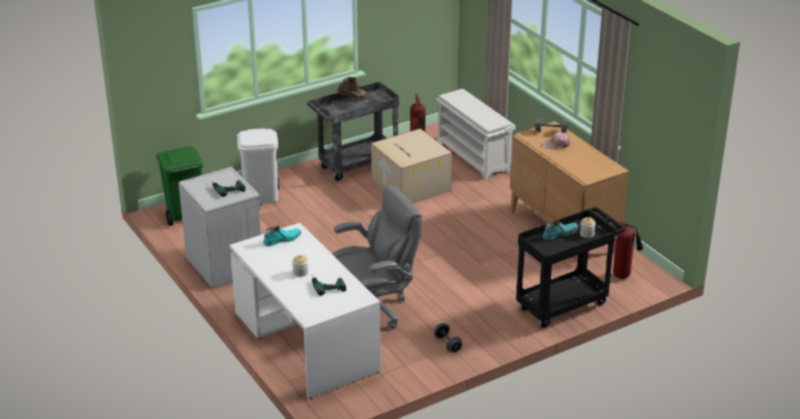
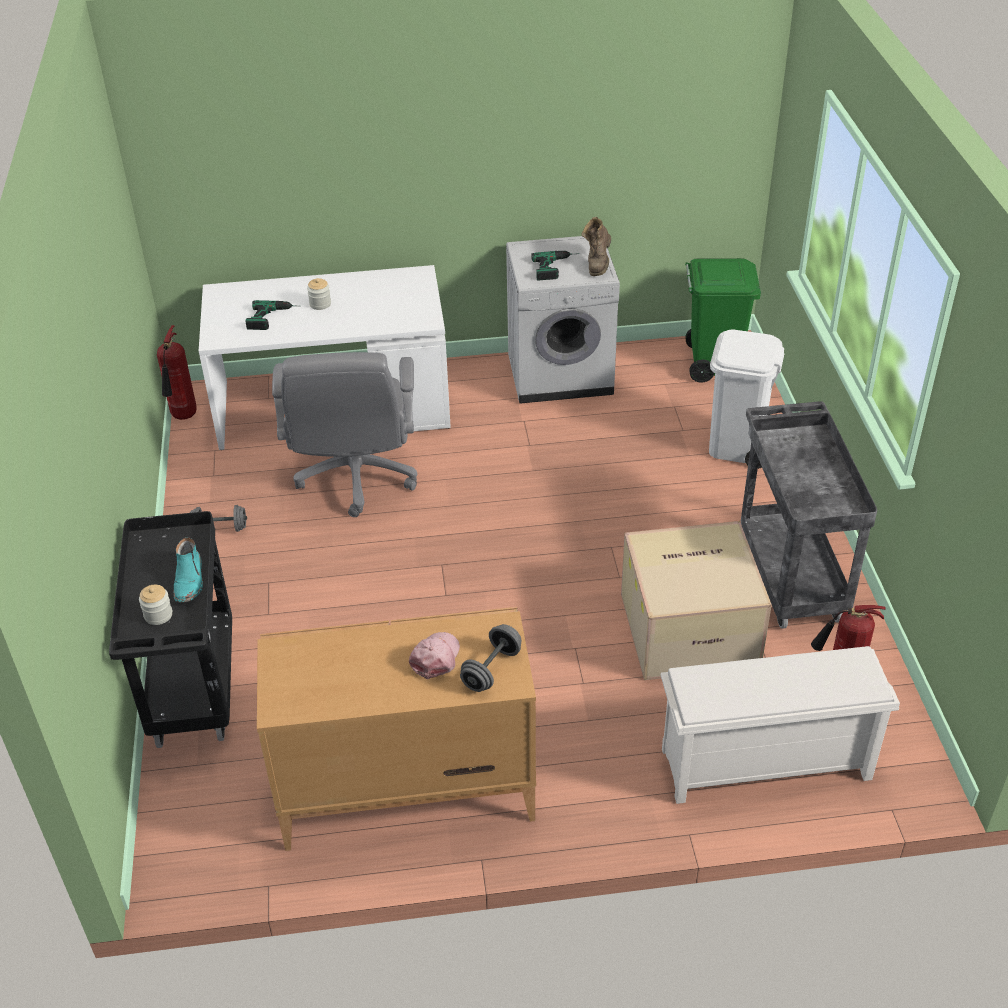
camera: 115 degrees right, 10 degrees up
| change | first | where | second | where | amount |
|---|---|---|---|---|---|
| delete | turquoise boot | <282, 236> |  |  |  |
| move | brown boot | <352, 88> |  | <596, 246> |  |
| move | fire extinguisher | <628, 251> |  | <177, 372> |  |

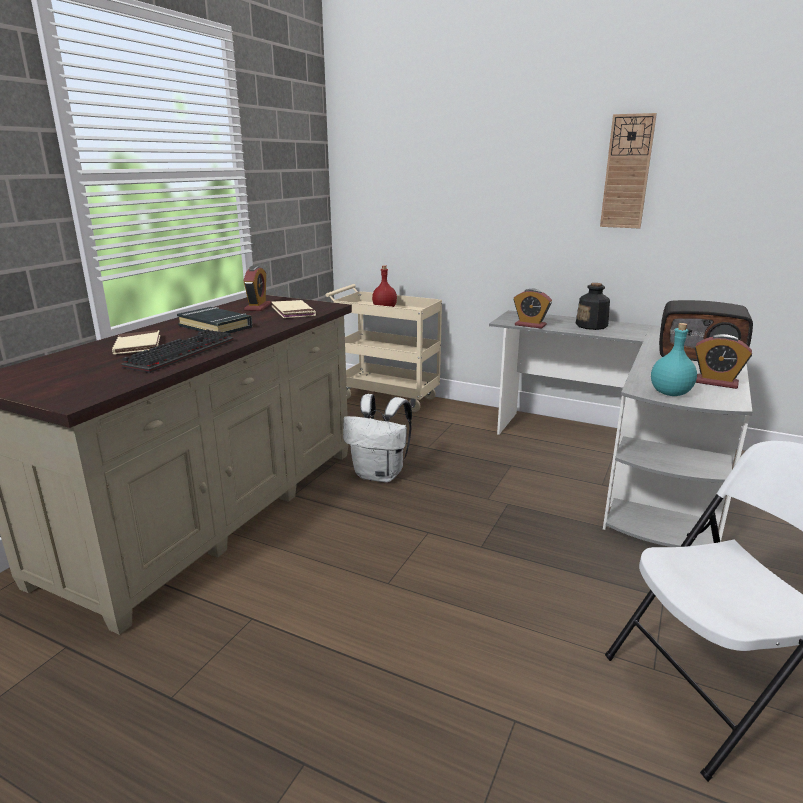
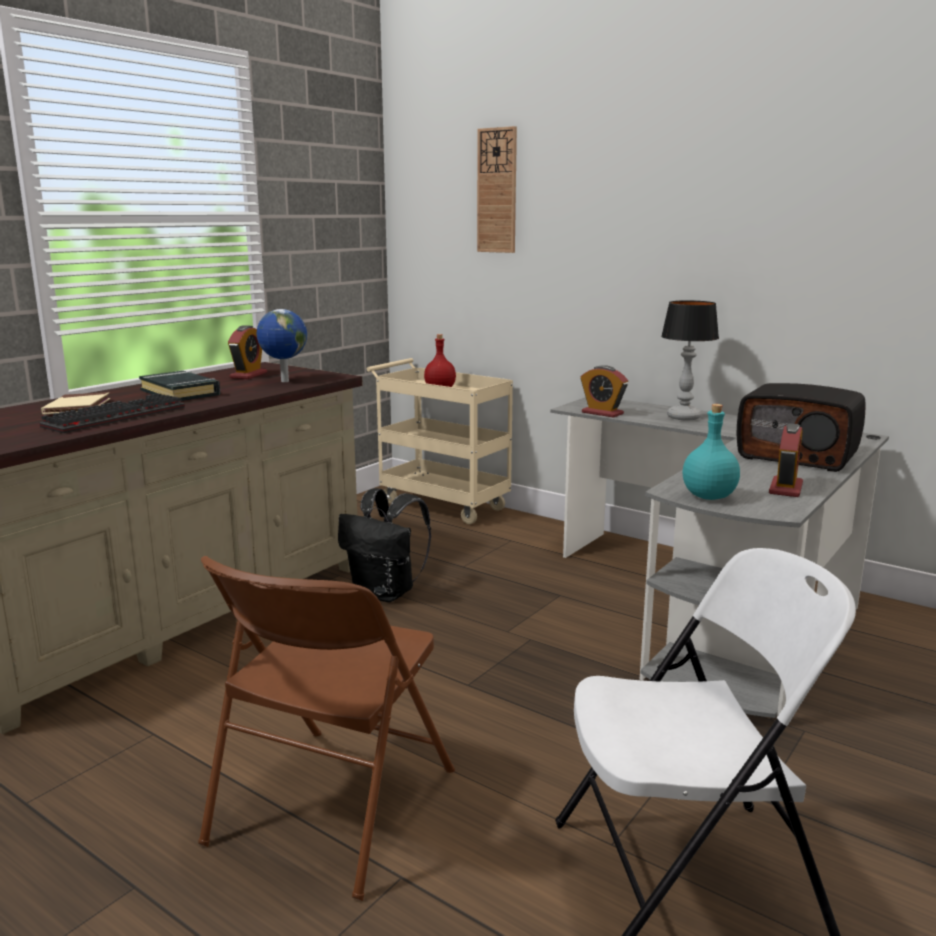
camera: 10 degrees right, 5 degrees down
| change | first | where | second | where | amount |
|---|---|---|---|---|---|
| replace | beige book | <294, 309> | globe | <282, 345> |  |
| recolor | white backpack | <377, 438> | black backpack | <384, 545> |  |
| replace | bottle | <592, 306> | table lamp | <690, 360> |  |
| move | wall clock | <628, 170> |  | <497, 189> |  |
| rotate | alarm clock | <723, 361> |  | <786, 460> | 105 degrees counterclockwise |
| insert |  |  | brown chair | <326, 728> |  |

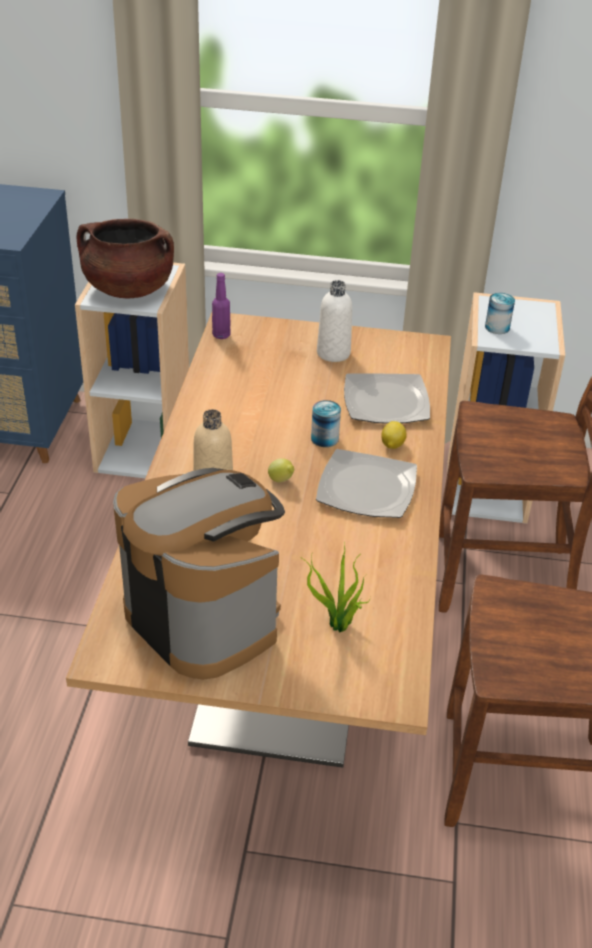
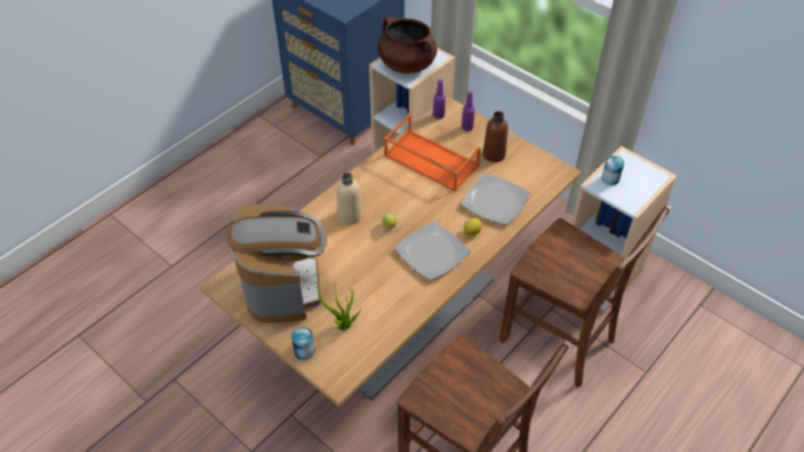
camera: 35 degrees right, 10 degrees up
| change | first | where | second | where | amount |
|---|---|---|---|---|---|
| move | can | <326, 423> |  | <303, 343> |  |
| recolor | white bottle | <334, 321> | brown bottle | <495, 136> |  |
| insert |  |  | orange tray | <432, 152> |  |
| insert |  |  | purple bottle | <468, 111> |  |

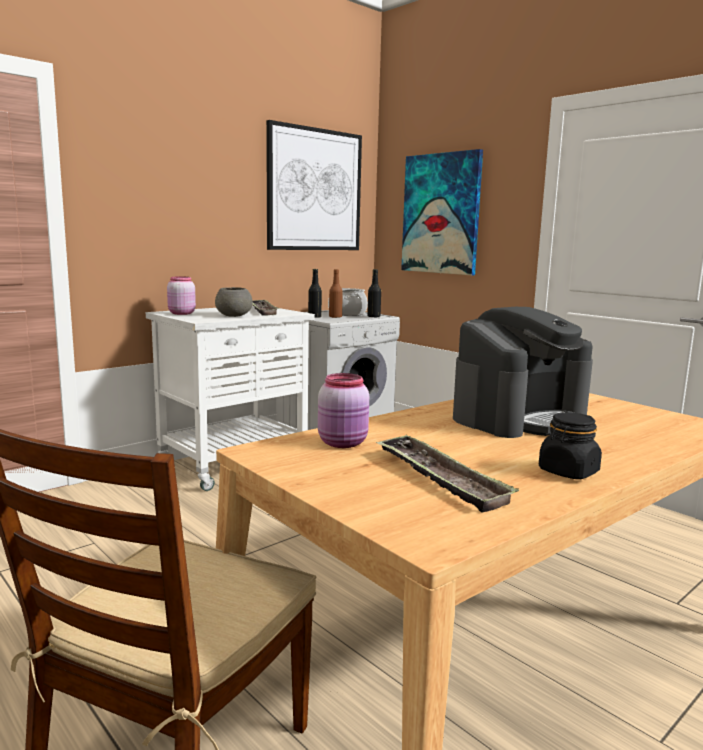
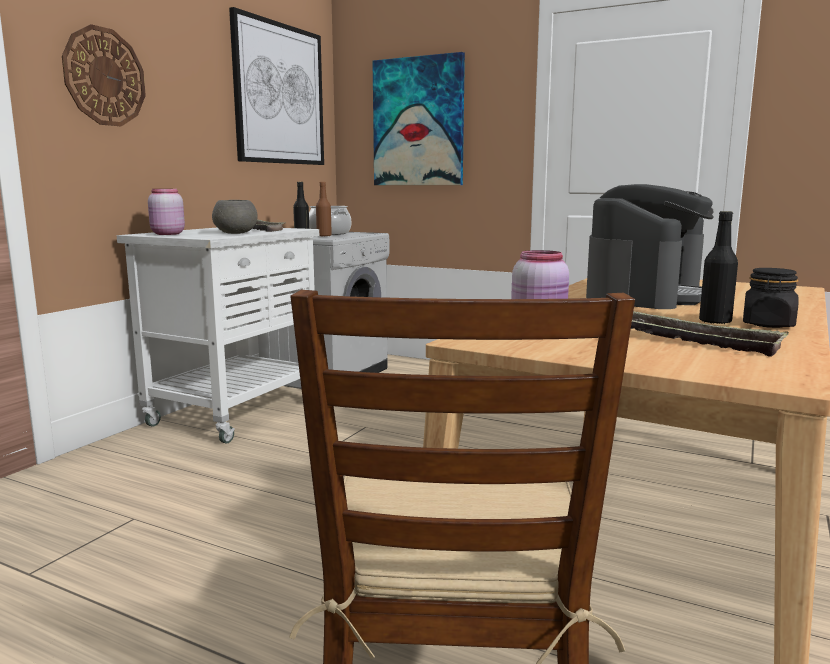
camera: 20 degrees left, 0 degrees up
| change | first | where | second | where | amount |
|---|---|---|---|---|---|
| move | black bottle | <374, 293> |  | <718, 267> |  |
| insert |  |  | wall clock | <104, 75> |  |

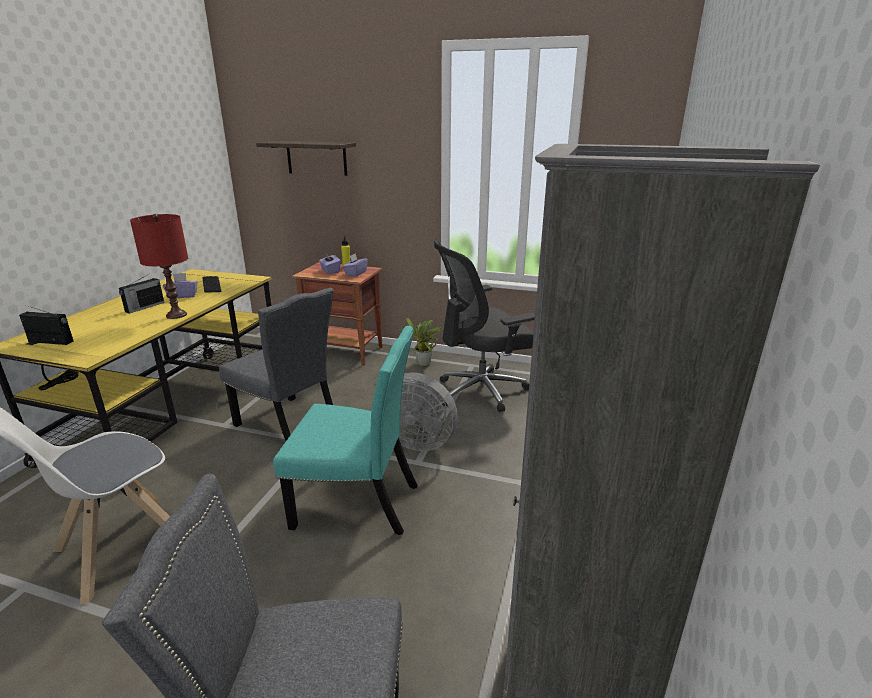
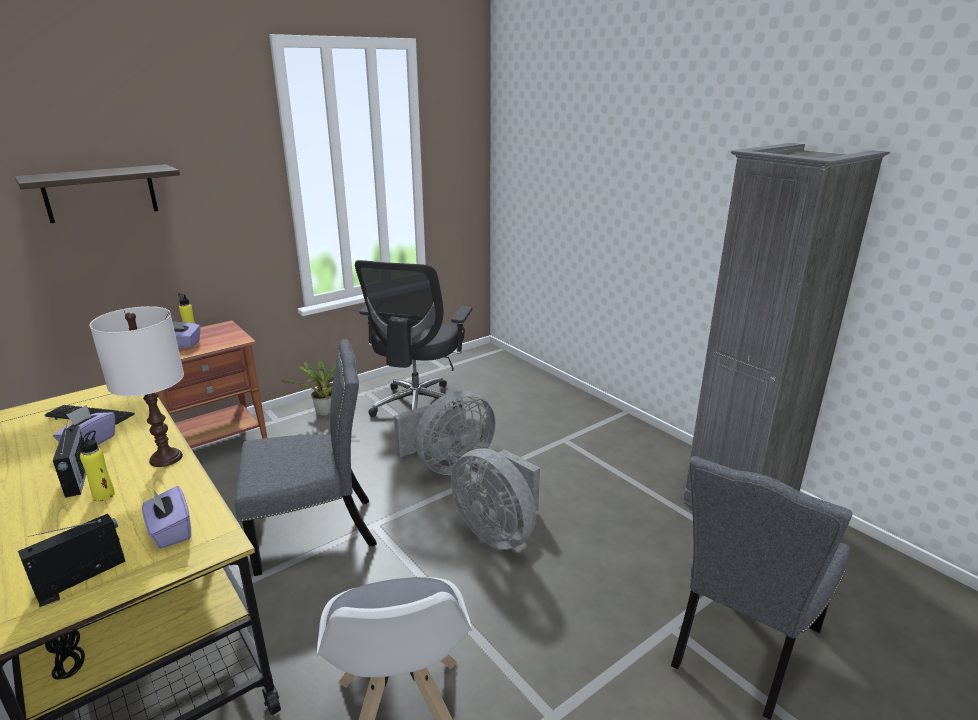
camera: 55 degrees left, 0 degrees up
| change | first | where | second | where | amount |
|---|---|---|---|---|---|
| recolor | red table lamp | <159, 266> | white table lamp | <137, 386> |  |
| replace | turquoise chair | <345, 430> | grey fan | <495, 499> |  |
| move | purple tissue box | <355, 265> |  | <166, 517> |  |
| insert |  |  | yellow bottle | <97, 465> |  |

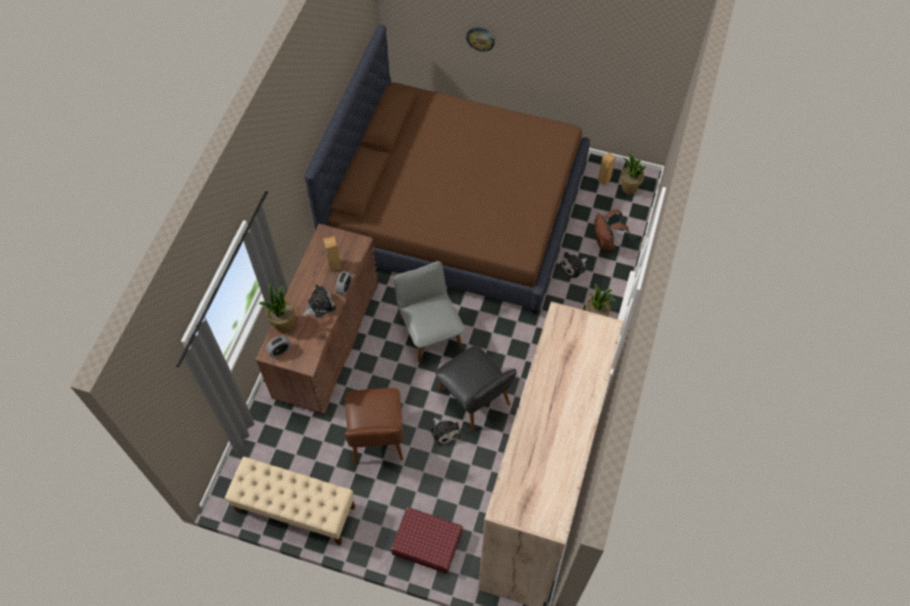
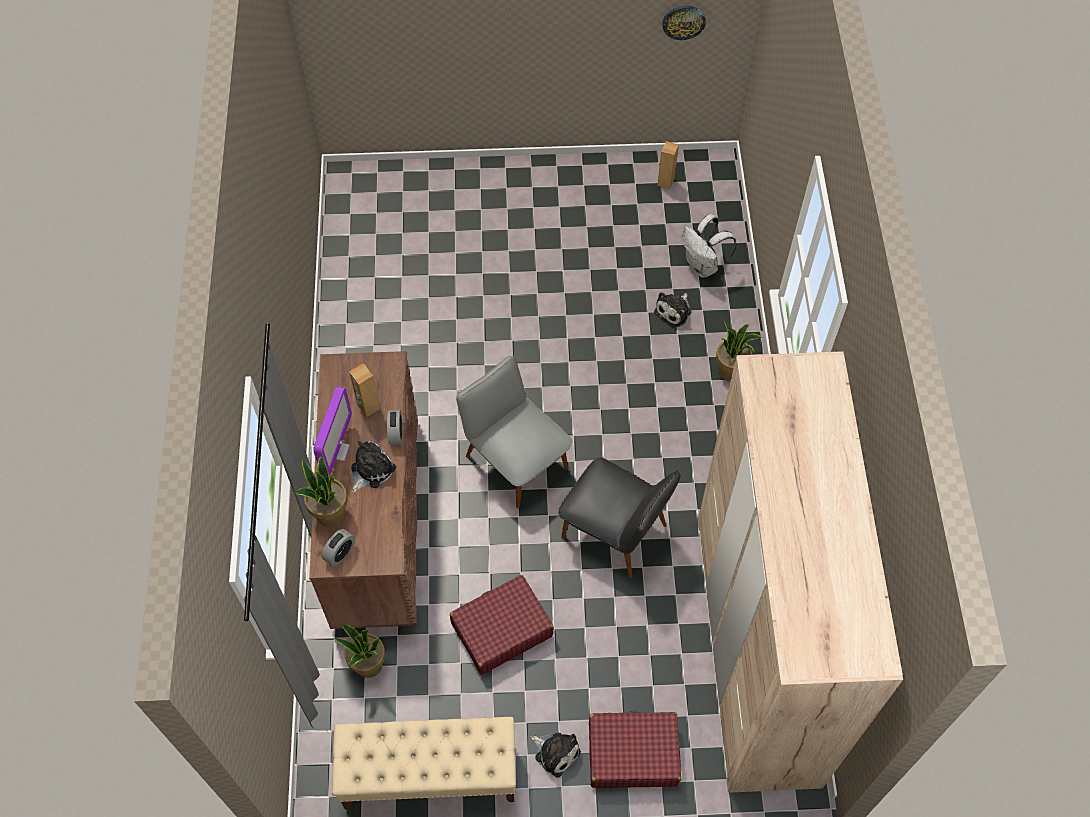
camera: 20 degrees left, 0 degrees up
| change | first | where | second | where | amount |
|---|---|---|---|---|---|
| delete | brown bed | <447, 169> |  |  |  |
| replace | brown chair | <373, 426> | red suitcase | <502, 625> |  |
| move | plush toy | <445, 432> |  | <556, 755> |  |
| move | wall clock | <480, 39> |  | <684, 23> |  |
| recolor | brown backpack | <612, 230> | white backpack | <709, 246> |  |
| move | potted plant | <633, 174> |  | <359, 651> |  |
| insert |  |  | monitor | <332, 430> |  |

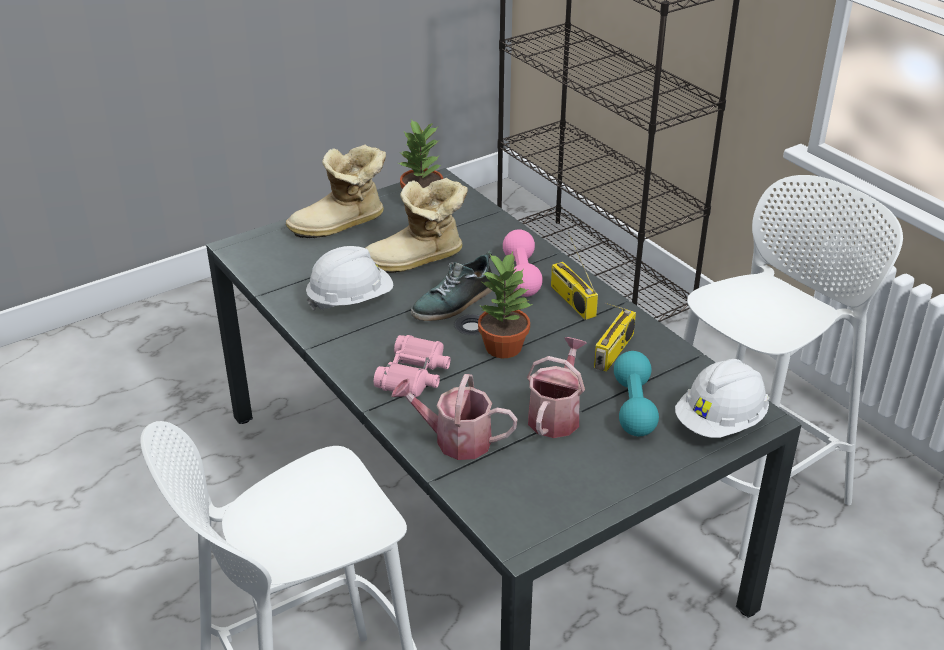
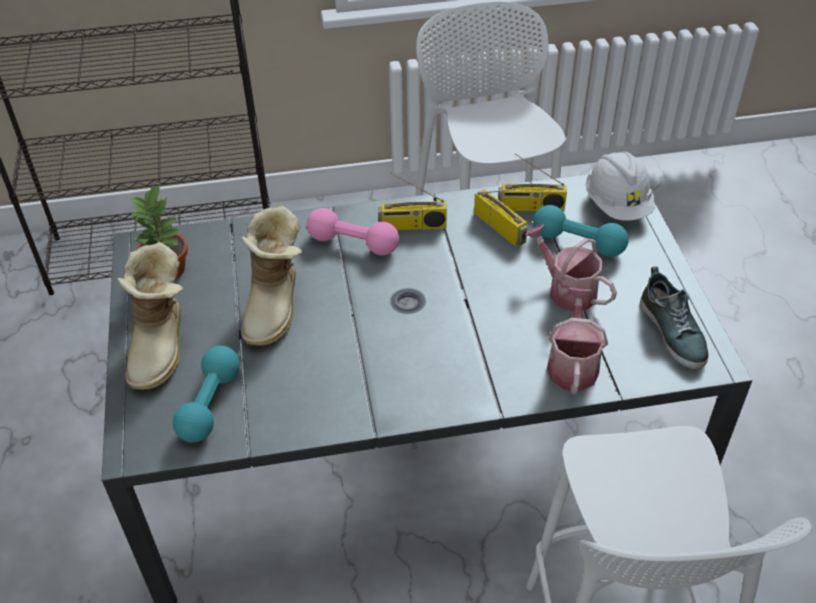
camera: 65 degrees left, 10 degrees up
| change | first | where | second | where | amount |
|---|---|---|---|---|---|
| delete | white hard hat | <349, 278> |  |  |  |
| delete | pink binoculars | <412, 366> |  |  |  |
| rotate | watering can | <455, 417> |  | <577, 341> | 150 degrees clockwise |
| move | shoe | <451, 286> |  | <674, 317> |  |
| delete | potted plant | <505, 305> |  |  |  |
| insert |  |  | turquoise dumbbell | <206, 394> |  |
| insert |  |  | radio | <532, 183> |  |

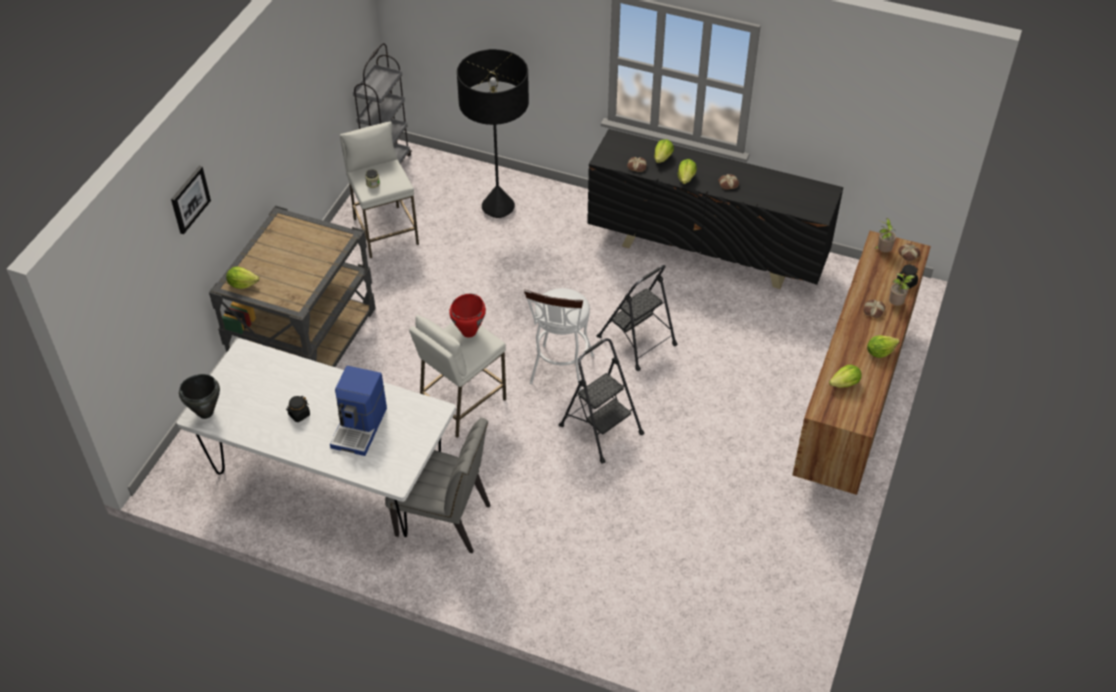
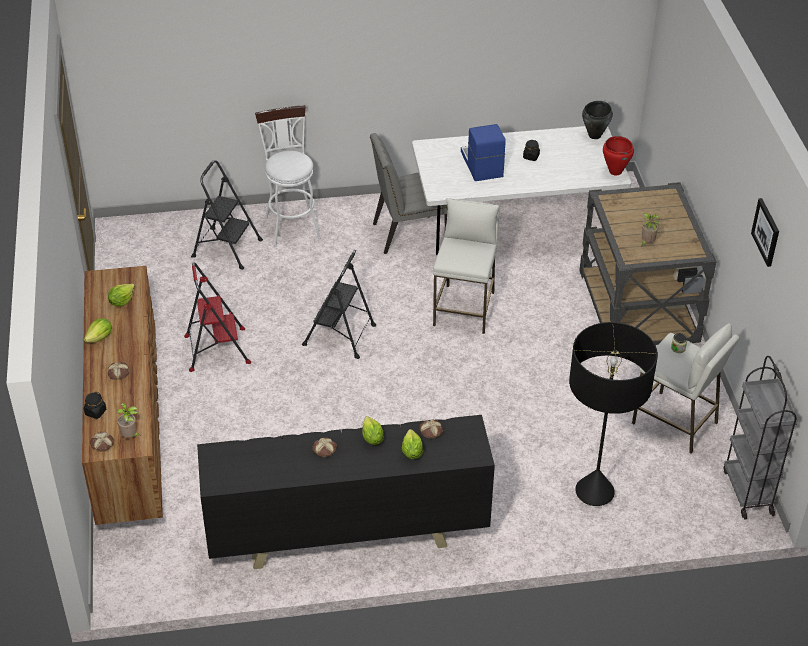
camera: 150 degrees right, 5 degrees down
| change | first | where | second | where | amount |
|---|---|---|---|---|---|
| move | picture | <191, 200> |  | <765, 232> |  |
| delete | lettuce | <242, 278> |  |  |  |
| move | red cooking pot | <467, 316> |  | <618, 156> |  |
| move | white stool | <559, 339> |  | <288, 176> |  |
| move | black step ladder | <637, 318> |  | <227, 215> |  |
| move | potted plant | <902, 289> |  | <650, 230> |  |
| insert |  |  | red step ladder | <217, 317> |  |

